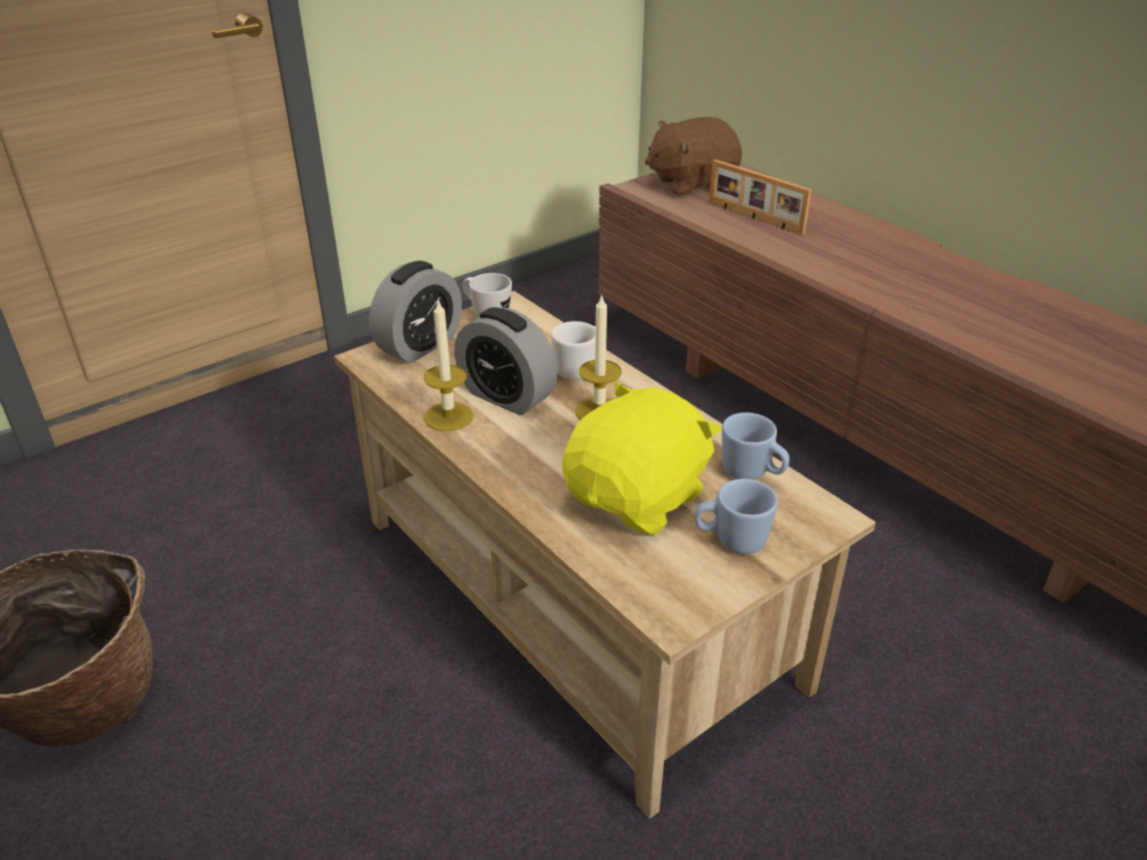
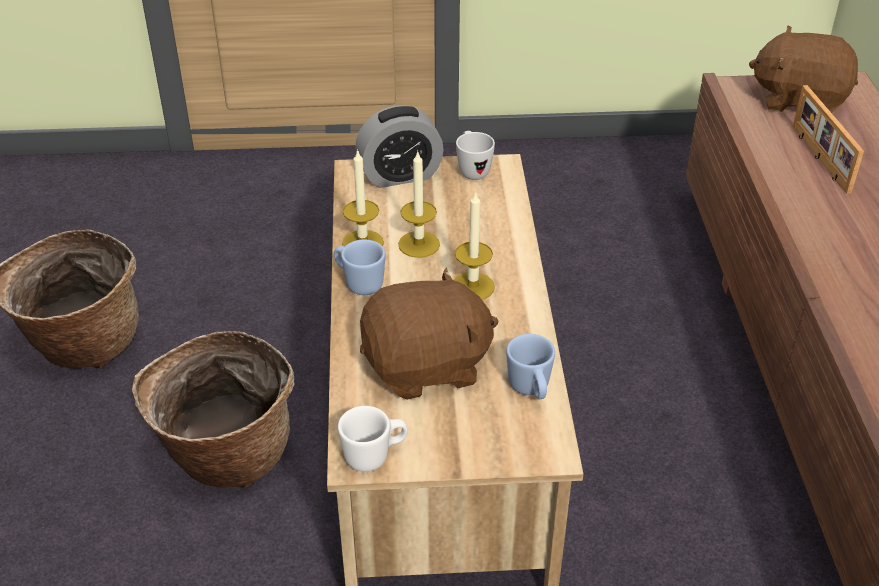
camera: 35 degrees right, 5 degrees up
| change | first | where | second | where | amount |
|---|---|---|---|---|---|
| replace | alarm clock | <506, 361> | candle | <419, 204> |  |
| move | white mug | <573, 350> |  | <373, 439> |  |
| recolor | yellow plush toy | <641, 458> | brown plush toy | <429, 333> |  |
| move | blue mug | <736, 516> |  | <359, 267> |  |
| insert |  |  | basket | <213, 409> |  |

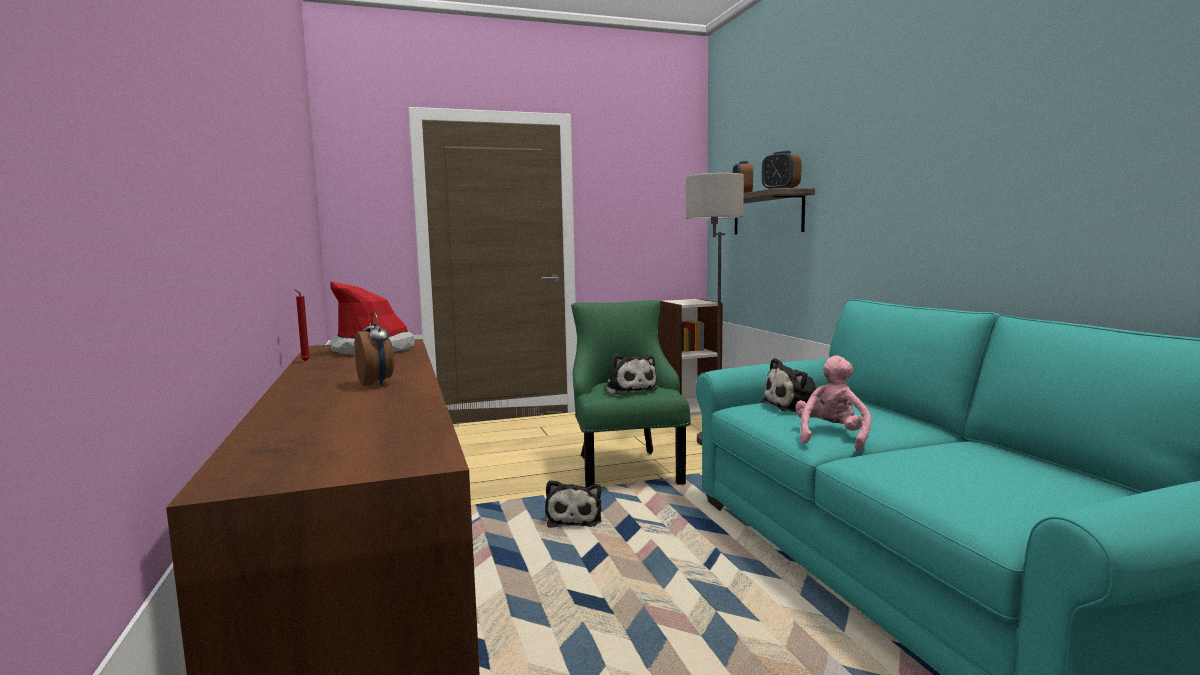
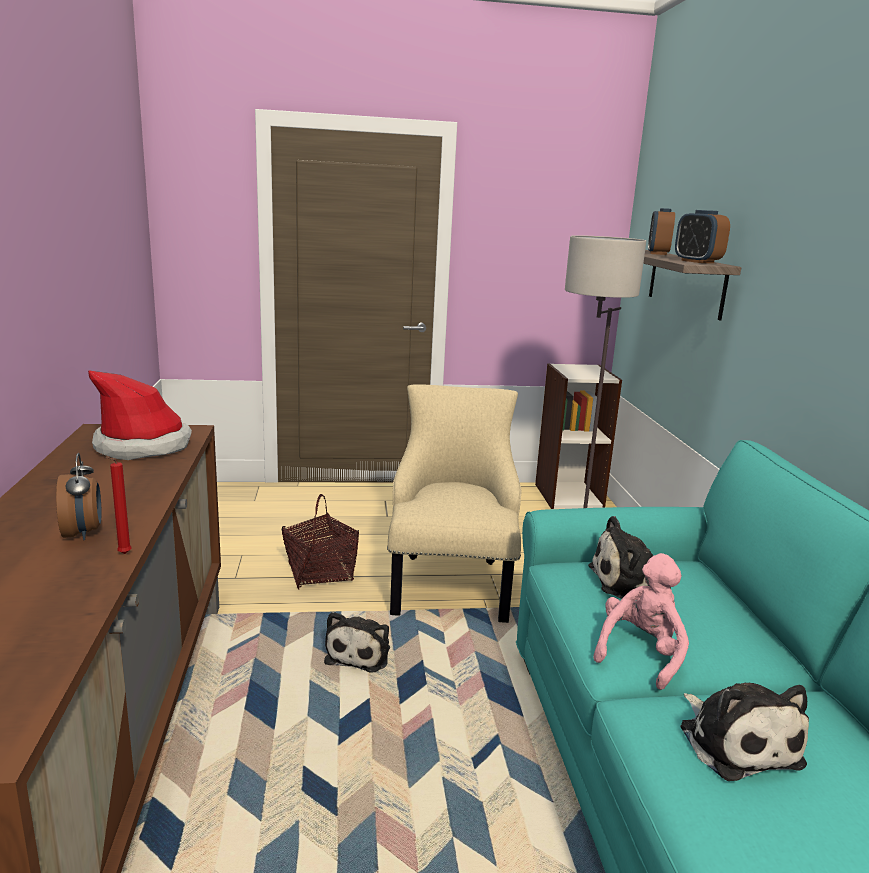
camera: 10 degrees right, 10 degrees up
| change | first | where | second | where | amount |
|---|---|---|---|---|---|
| move | red candle | <302, 325> |  | <119, 505> |  |
| recolor | green armchair | <631, 393> | beige armchair | <454, 503> |  |
| move | plush toy | <630, 374> |  | <744, 732> |  |
| insert |  |  | basket | <320, 542> |  |

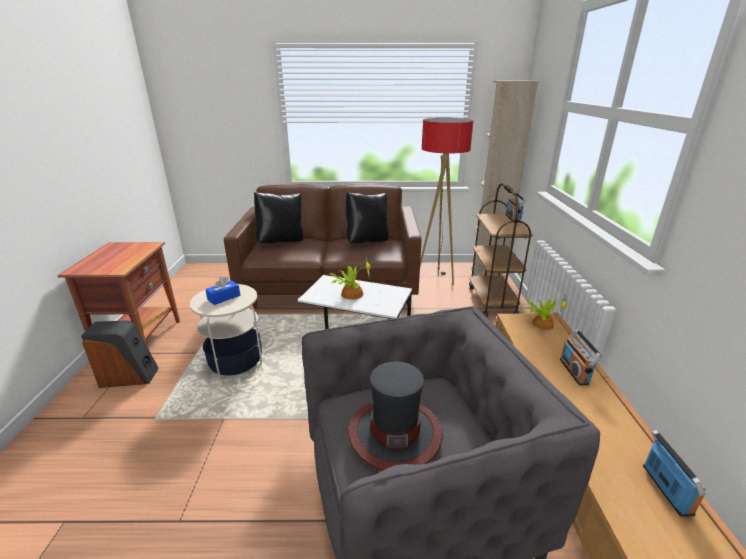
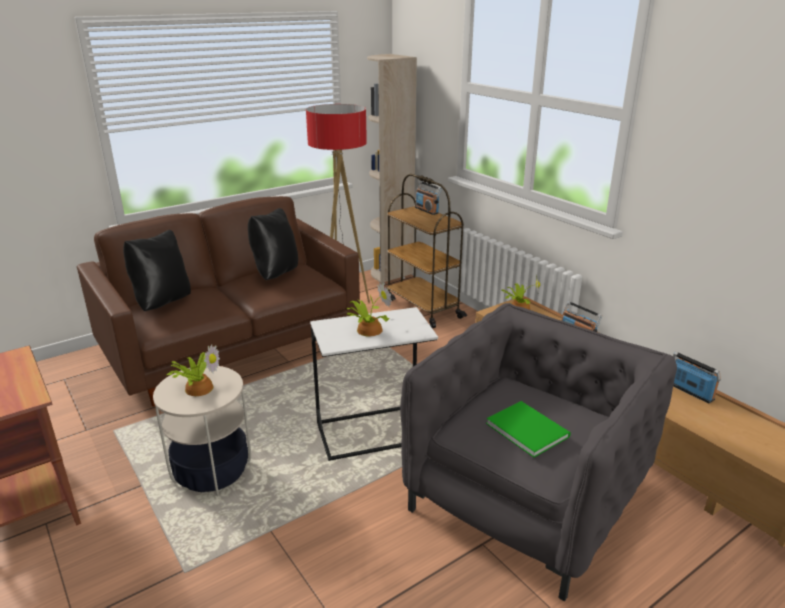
camera: 35 degrees left, 0 degrees up
| change | first | where | second | where | amount |
|---|---|---|---|---|---|
| delete | speaker | <120, 354> |  |  |  |
| replace | blue tissue box | <222, 291> | potted plant | <192, 370> |  |
| replace | hat | <395, 416> | green book | <528, 429> |  |

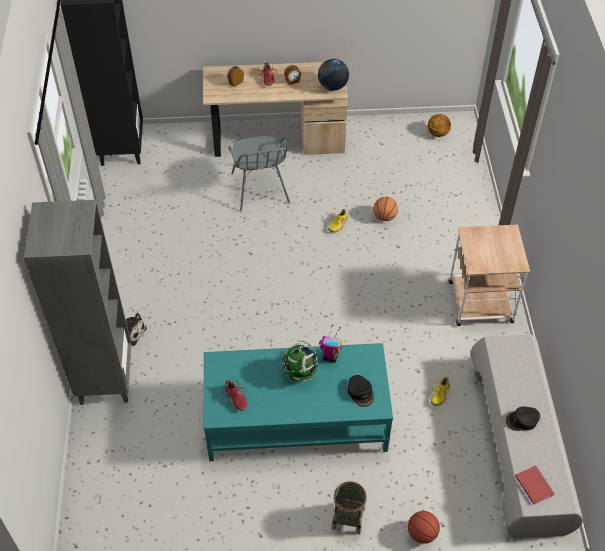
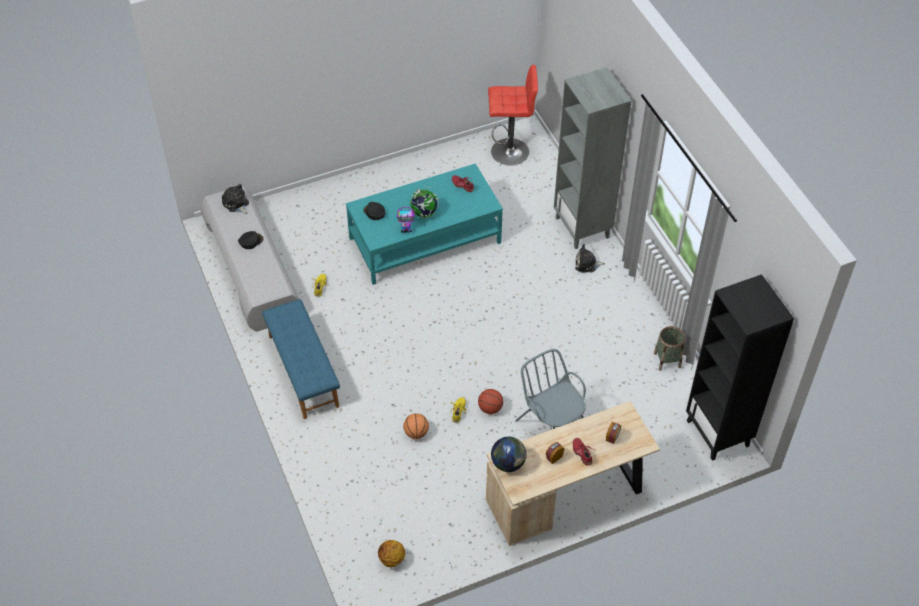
camera: 160 degrees right, 0 degrees up
| change | first | where | second | where | amount |
|---|---|---|---|---|---|
| move | basket | <349, 508> |  | <669, 348> |  |
| move | basketball | <424, 527> |  | <490, 401> |  |
| replace | beige cart | <489, 275> | blue bench | <301, 359> |  |
| replace | red book | <535, 485> | plush toy | <235, 199> |  |
| insert |  |  | red stool | <513, 115> |  |

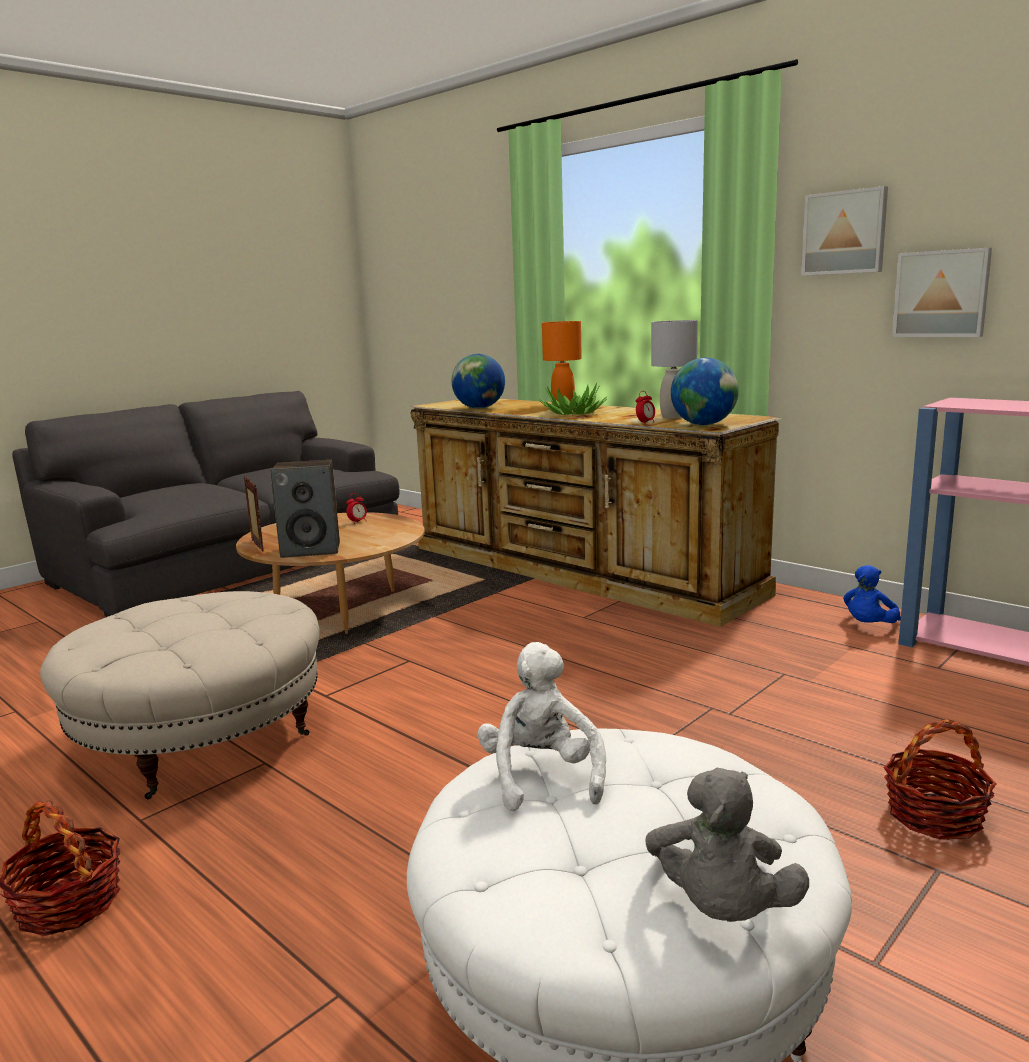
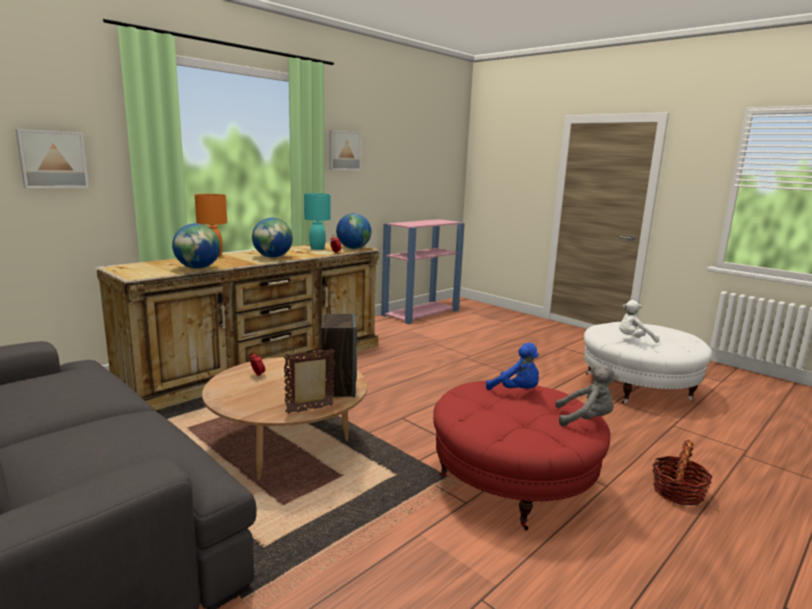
camera: 90 degrees left, 0 degrees up
| change | first | where | second | where | amount |
|---|---|---|---|---|---|
| recolor | beige ottoman | <180, 695> | red ottoman | <521, 455> |  |
| replace | potted plant | <573, 399> | globe | <272, 238> |  |
| move | grey plush toy | <727, 845> |  | <586, 395> |  |
| recolor | grey table lamp | <674, 369> | turquoise table lamp | <317, 221> |  |
| move | blue plush toy | <872, 594> |  | <512, 366> |  |
| delete | basket | <940, 779> |  |  |  |
| move | picture | <942, 292> |  | <52, 158> |  |

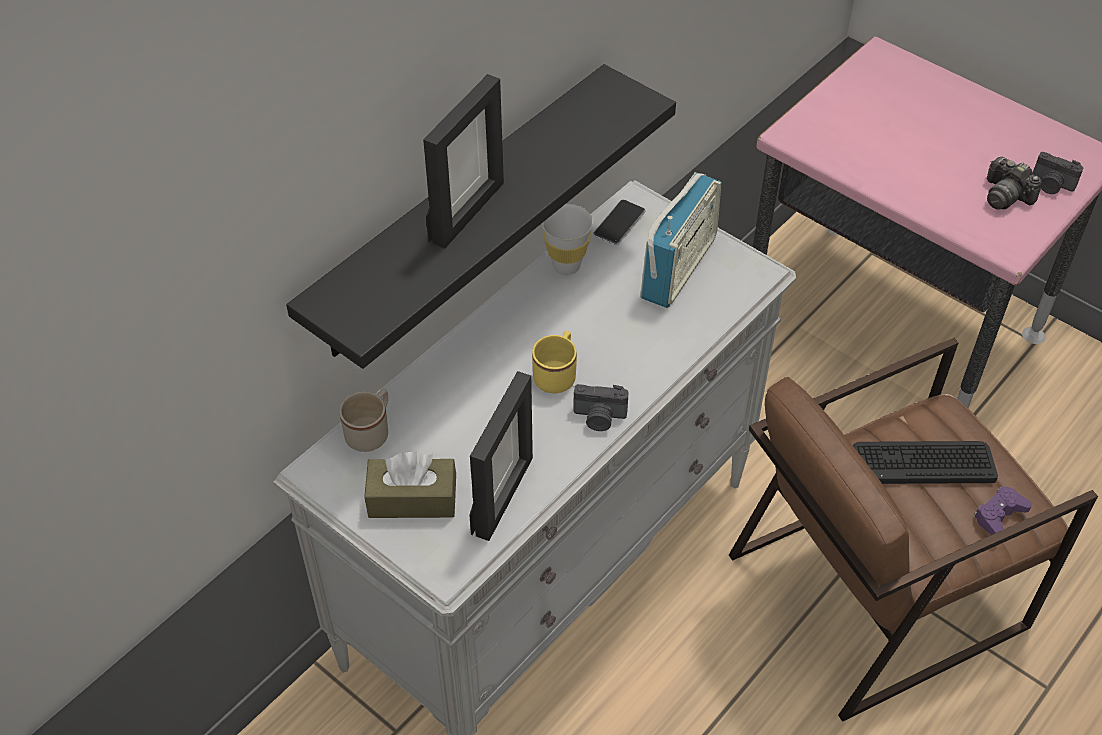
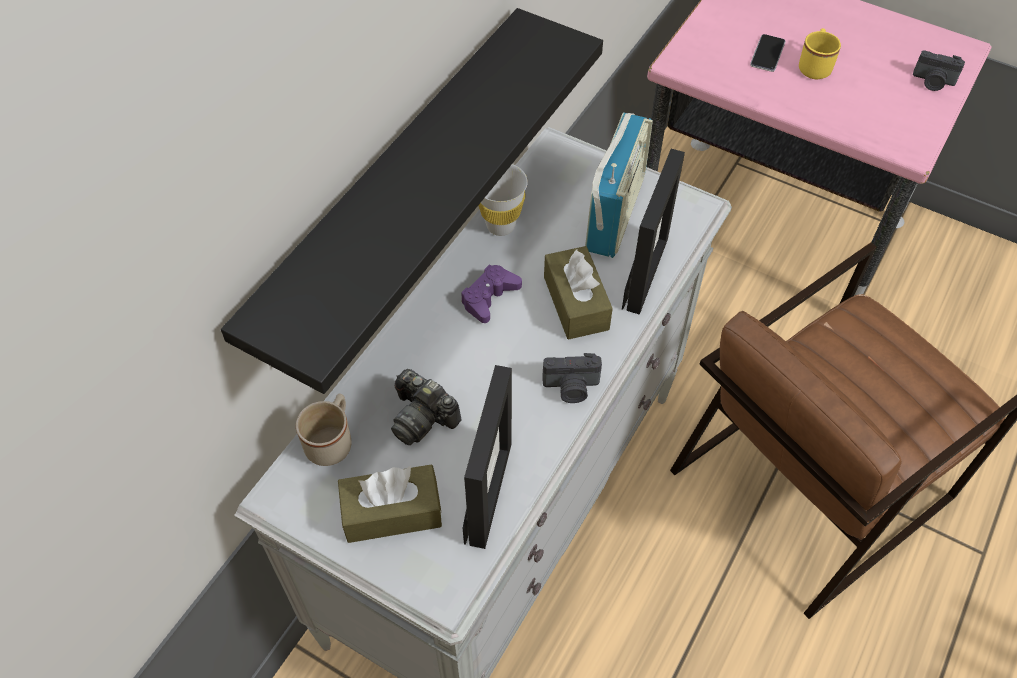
camera: 10 degrees left, 5 degrees up
| change | first | where | second | where | amount |
|---|---|---|---|---|---|
| move | picture frame | <463, 161> |  | <653, 232> |  |
| move | yellow mug | <554, 361> |  | <820, 53> |  |
| move | phone | <619, 222> |  | <768, 53> |  |
| delete | keyboard | <925, 462> |  |  |  |
| move | purple game controller | <1003, 510> |  | <491, 294> |  |
| move | photo camera | <1014, 183> |  | <426, 407> |  |
| insert |  |  | brown tissue box | <578, 293> |  |

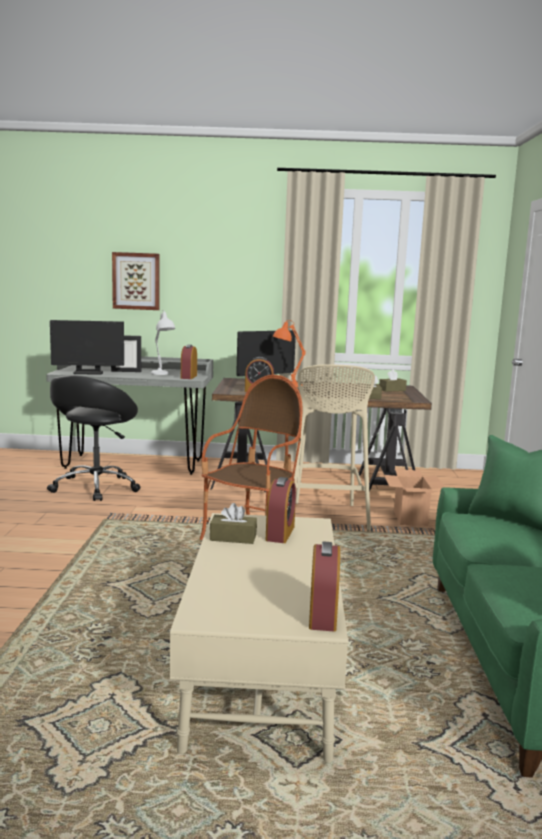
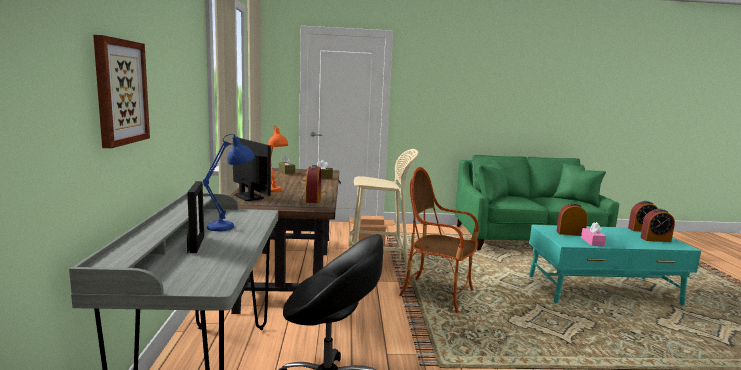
camera: 95 degrees left, 0 degrees up
| change | first | where | second | where | amount |
|---|---|---|---|---|---|
| delete | monitor | <87, 347> |  |  |  |
| recolor | white table lamp | <163, 342> | blue table lamp | <229, 182> |  |
| recolor | beige coffee table | <259, 637> | turquoise coffee table | <615, 265> |  |
| move | alarm clock | <189, 362> |  | <657, 225> |  |
| recolor | brown tissue box | <233, 523> | pink tissue box | <593, 234> |  |

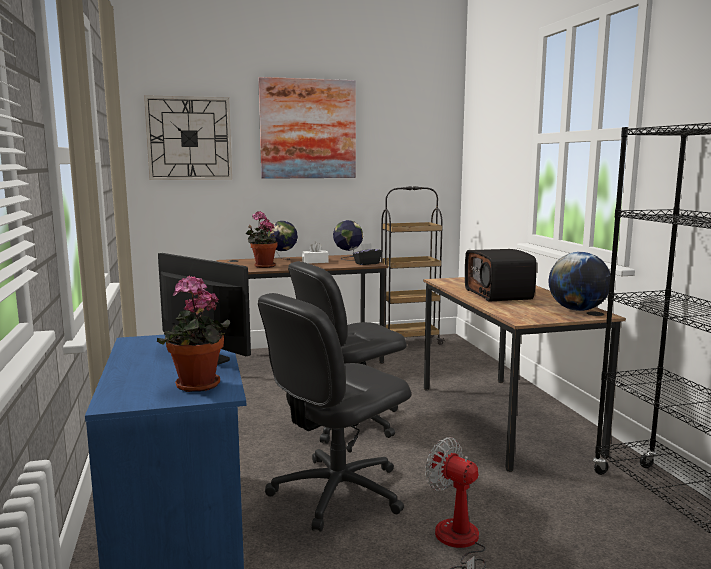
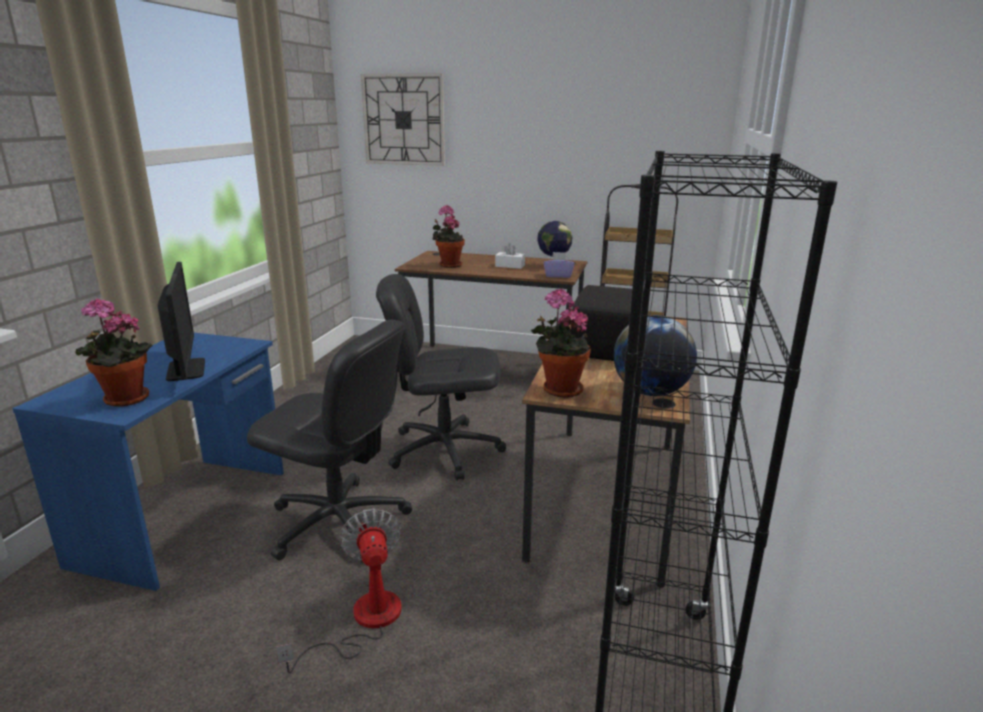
camera: 30 degrees right, 10 degrees up
| change | first | where | second | where | amount |
|---|---|---|---|---|---|
| delete | picture | <307, 128> |  |  |  |
| rotate | black office chair | <334, 412> |  | <329, 441> | 150 degrees counterclockwise |
| delete | globe | <282, 240> |  |  |  |
| recolor | black tissue box | <367, 254> | purple tissue box | <559, 265> |  |
| insert |  |  | potted plant | <560, 343> |  |

